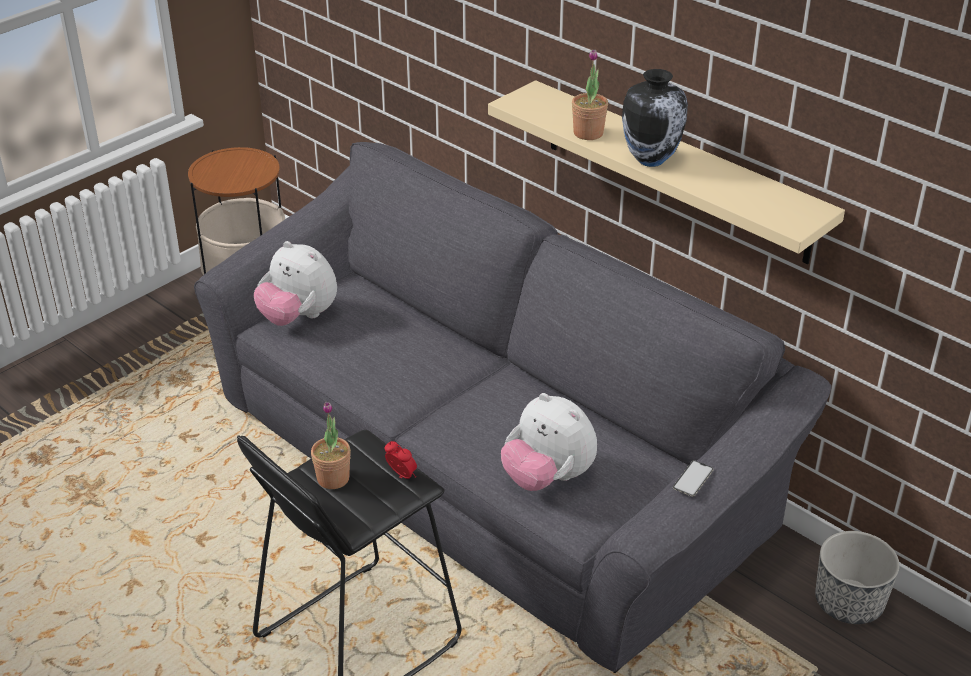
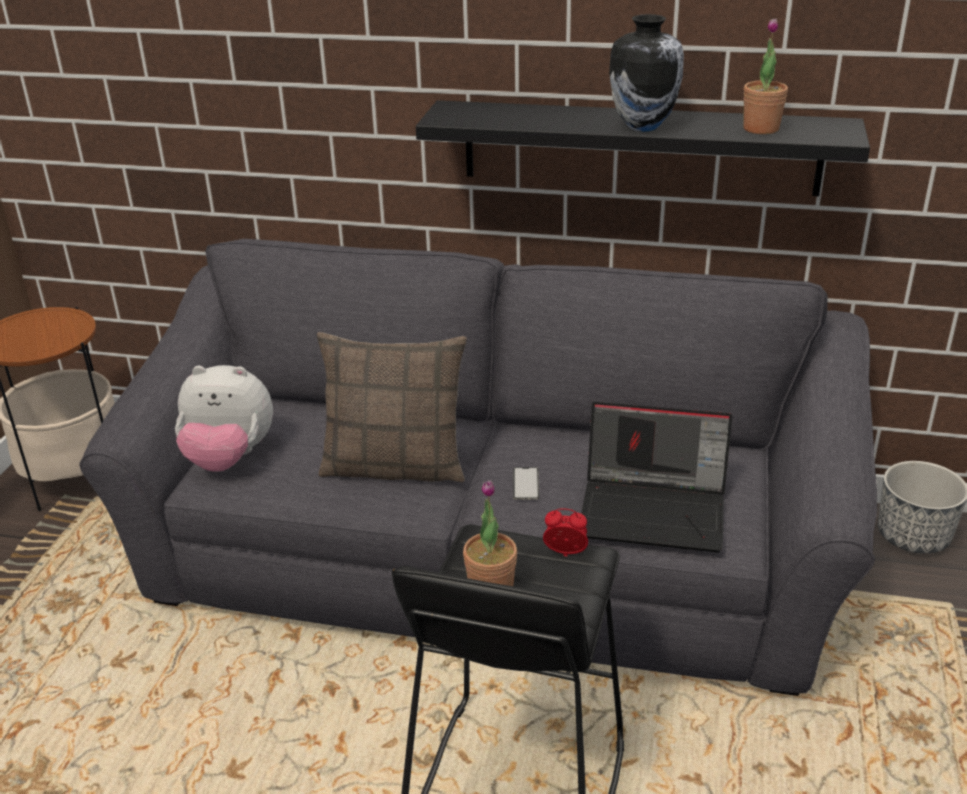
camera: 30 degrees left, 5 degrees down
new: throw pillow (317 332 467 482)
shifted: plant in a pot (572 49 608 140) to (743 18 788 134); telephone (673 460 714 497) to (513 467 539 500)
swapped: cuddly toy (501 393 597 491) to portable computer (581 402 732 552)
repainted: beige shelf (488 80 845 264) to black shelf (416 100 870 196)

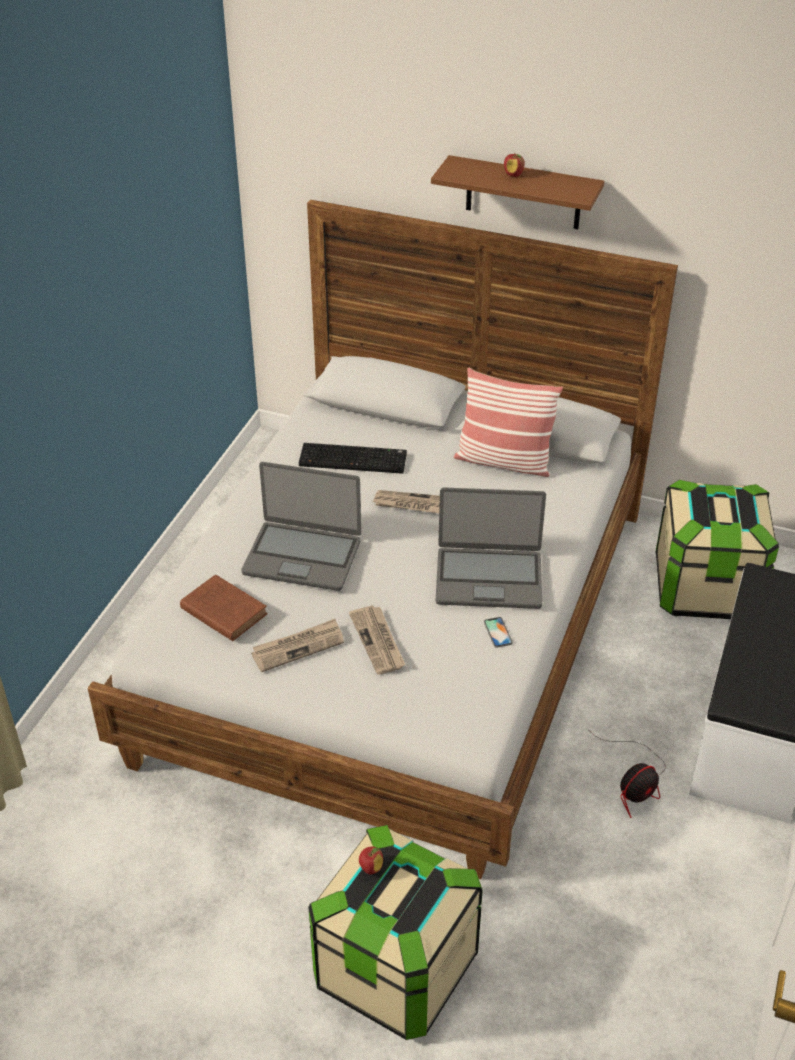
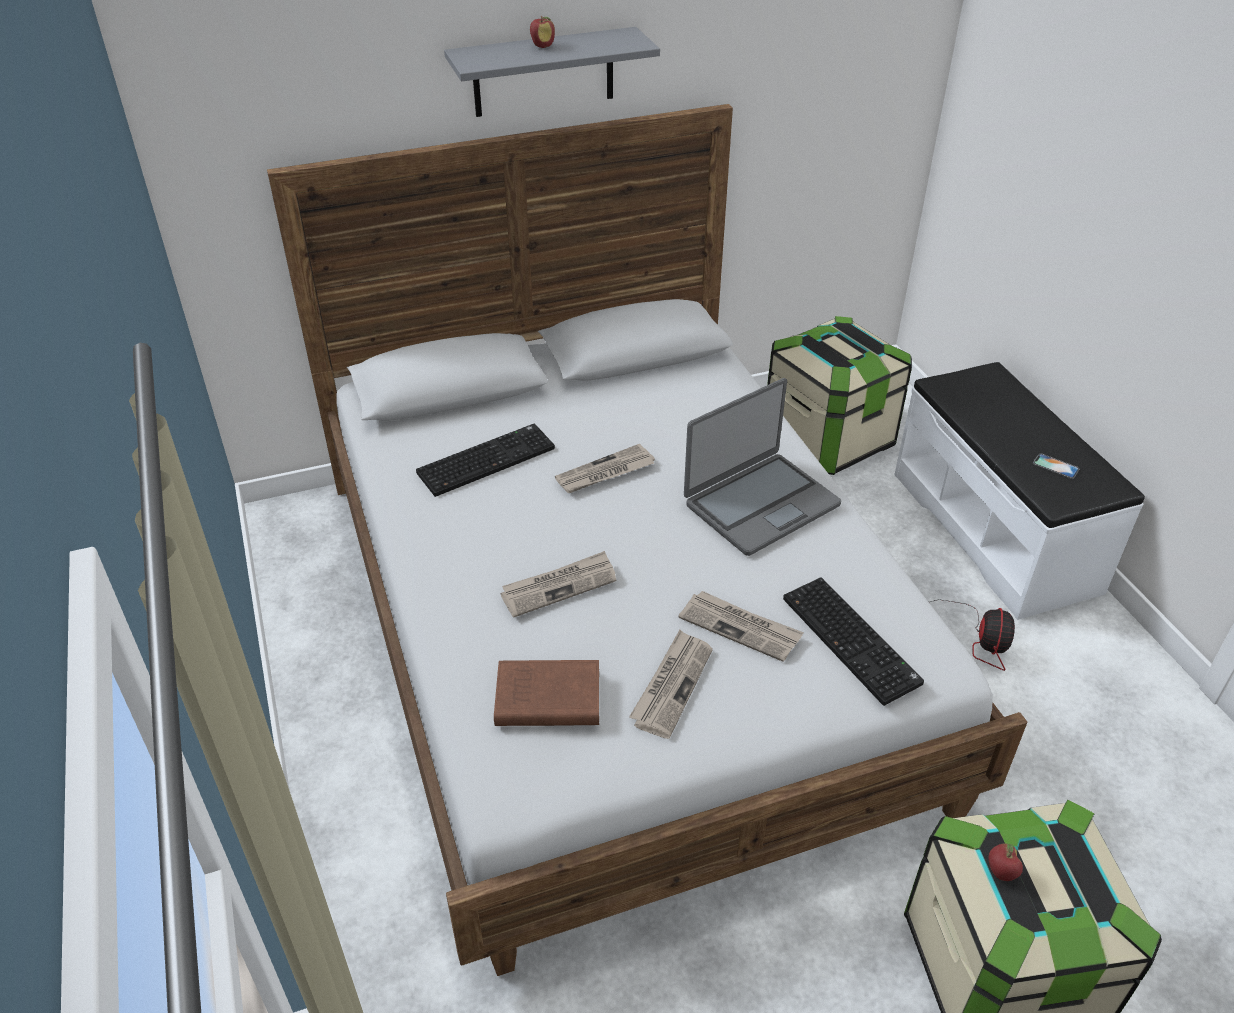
camera: 40 degrees left, 0 degrees up
gone: throw pillow (454 368 563 477)
new: keyboard (783 577 924 706)
shifted: telephone (484 617 513 647) to (1033 453 1080 479)
swapped: portable computer (241 462 361 591) to printed paper (500 551 616 618)
repainted: brown-coloured shelf (431 155 604 229) to greyish shelf (444 27 660 117)

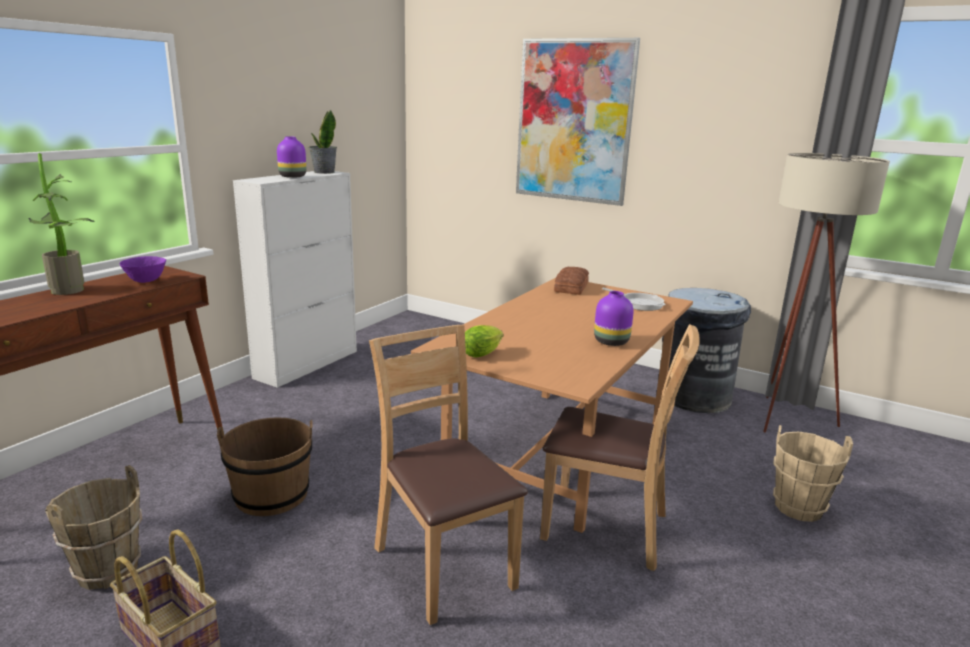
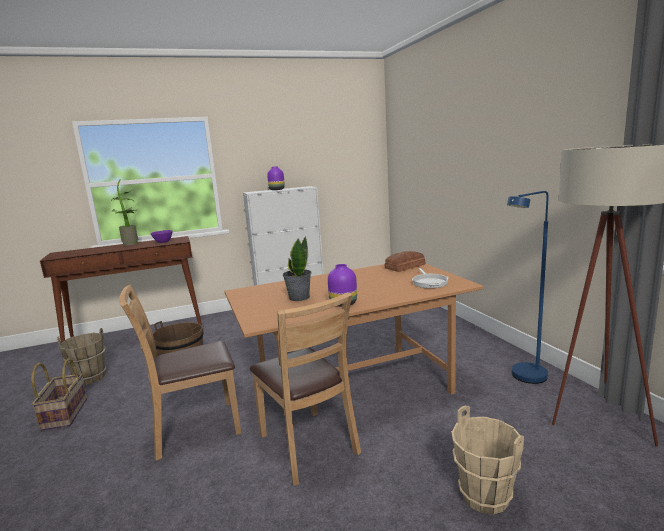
camera: 40 degrees right, 5 degrees down
gone: lettuce head (465 325 503 358); wall picture (516 38 640 206)
shifted: plant in a pot (309 110 337 174) to (283 236 311 301)
swapped: greyish rubbish bin (662 288 751 413) to blue standing lamp (507 191 549 384)
rotated: brown-coloured chair (369 325 528 625) = (119 285 241 461) 120 degrees counterclockwise

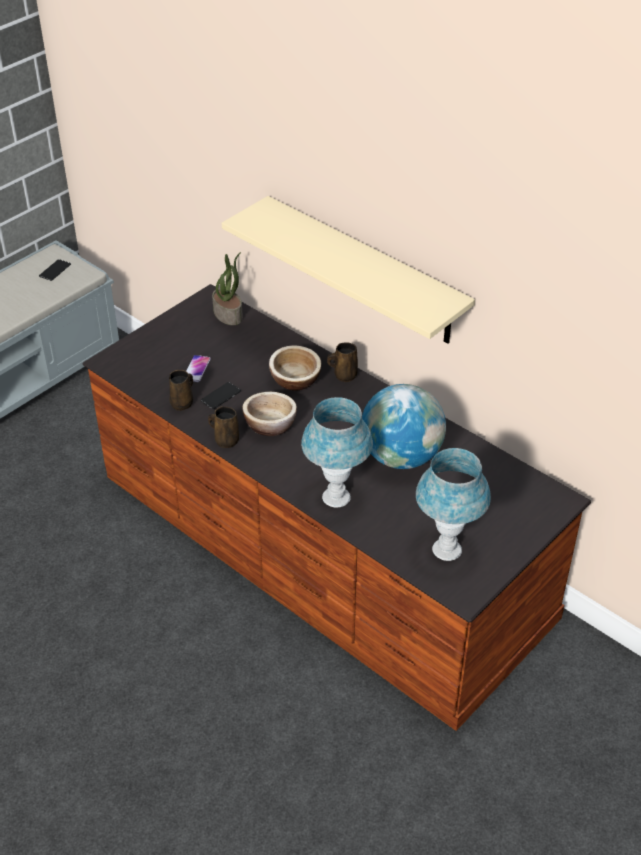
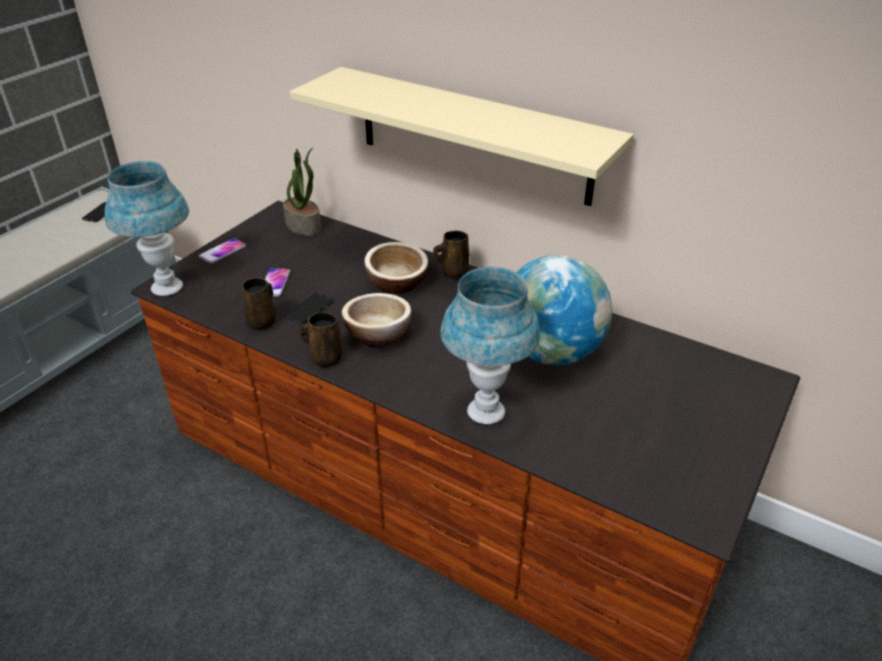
camera: 10 degrees left, 5 degrees down
new: telephone (199 238 246 263)
shifted: blue table lamp (416 448 491 561) to (105 161 189 296)

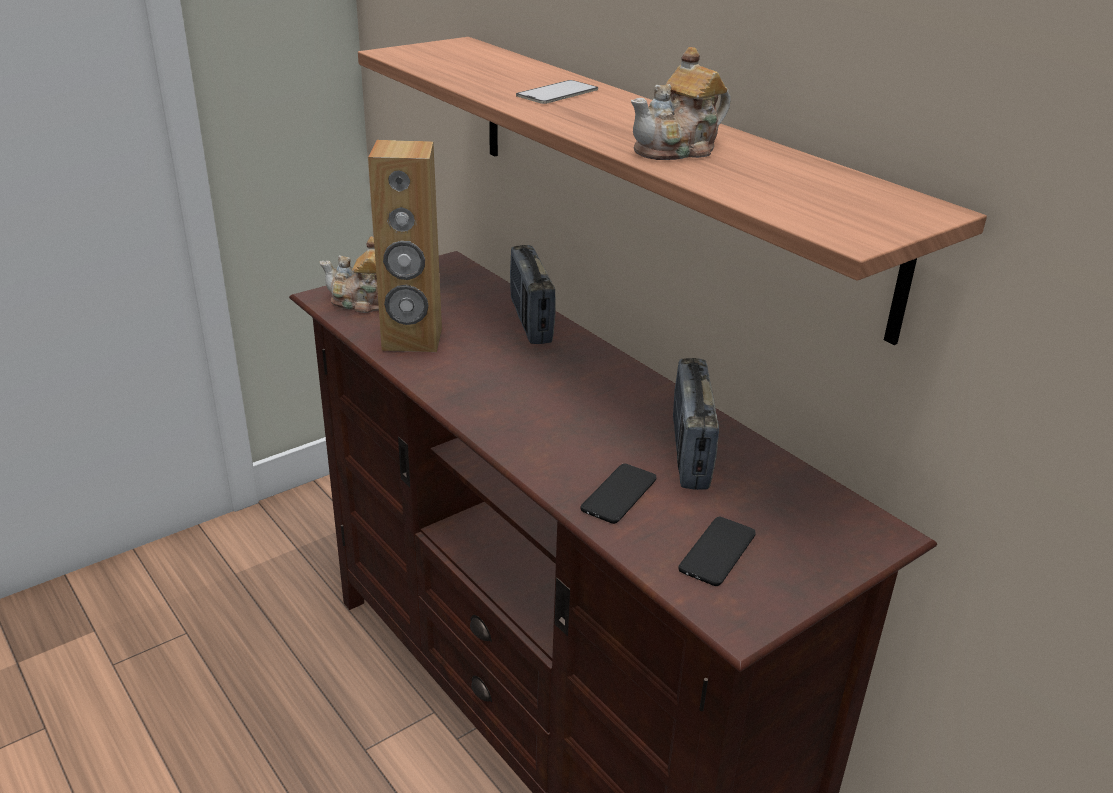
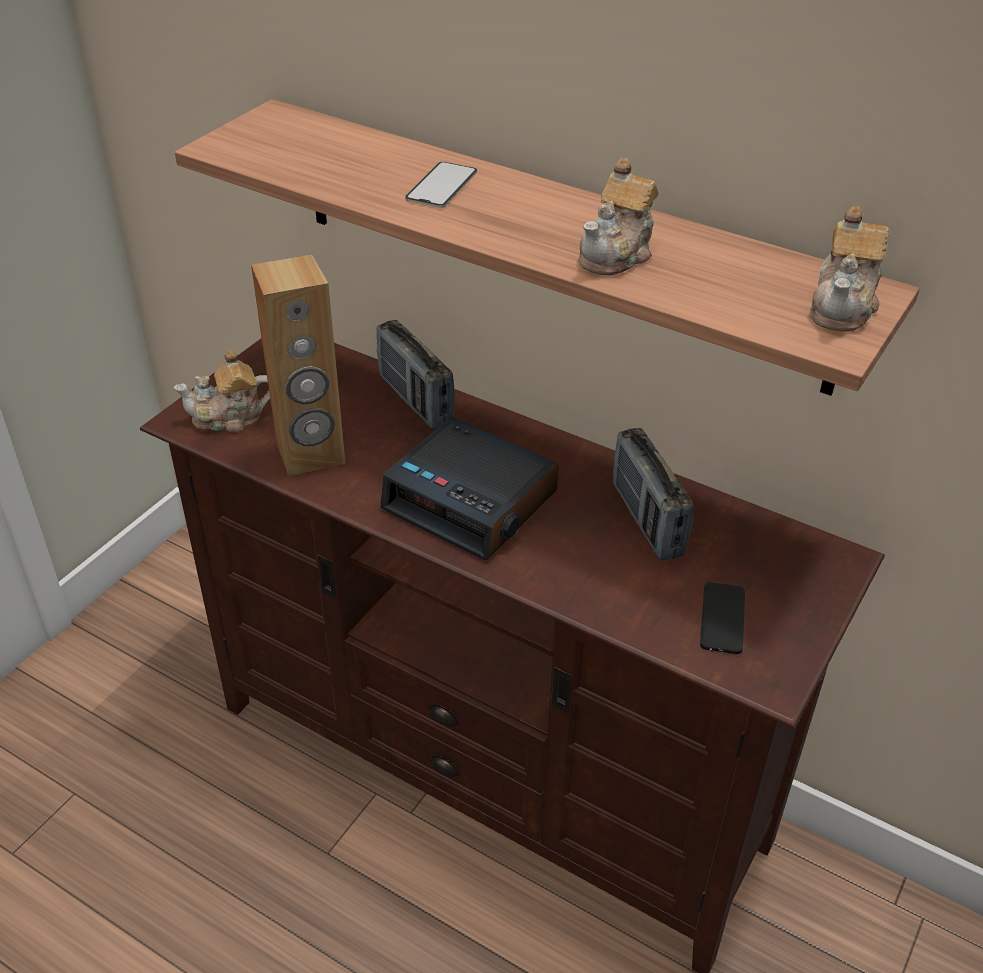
camera: 20 degrees left, 10 degrees up
gone: telephone (581 463 656 524)
new: alarm clock (380 417 559 561); tea pot (810 206 889 332)

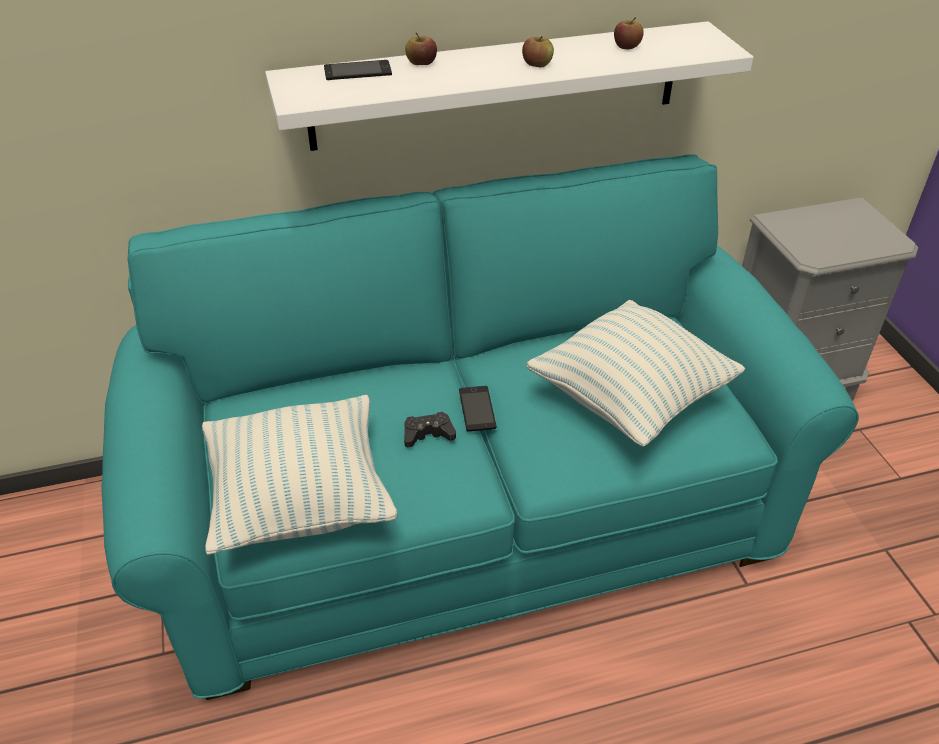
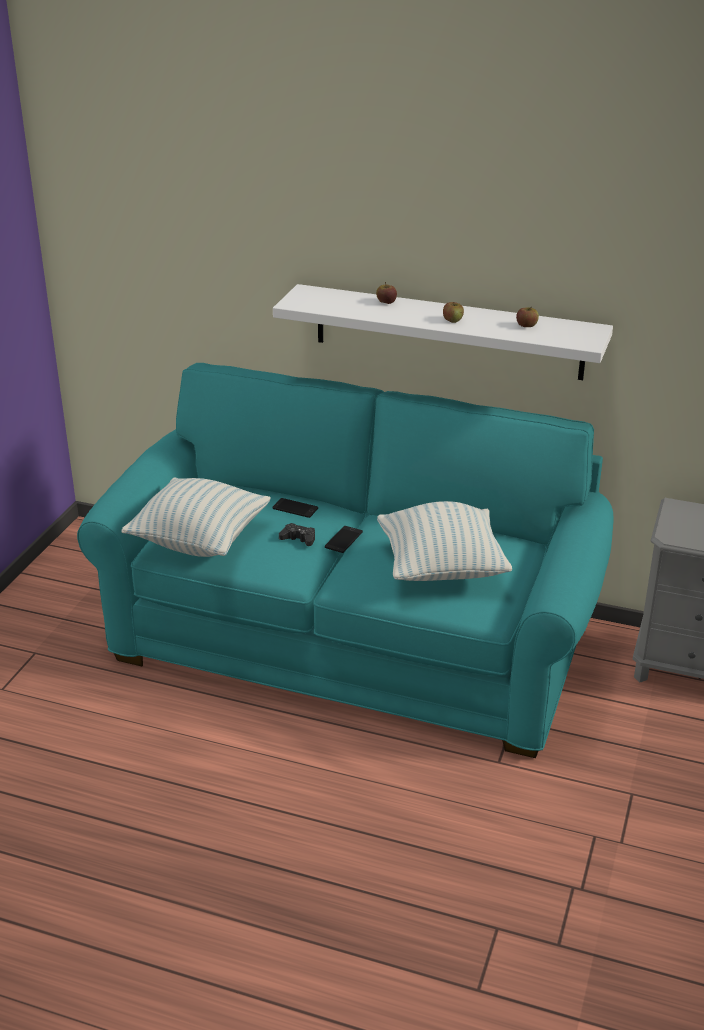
camera: 35 degrees right, 10 degrees down
shifted: telephone (324 60 392 80) to (272 498 318 518)

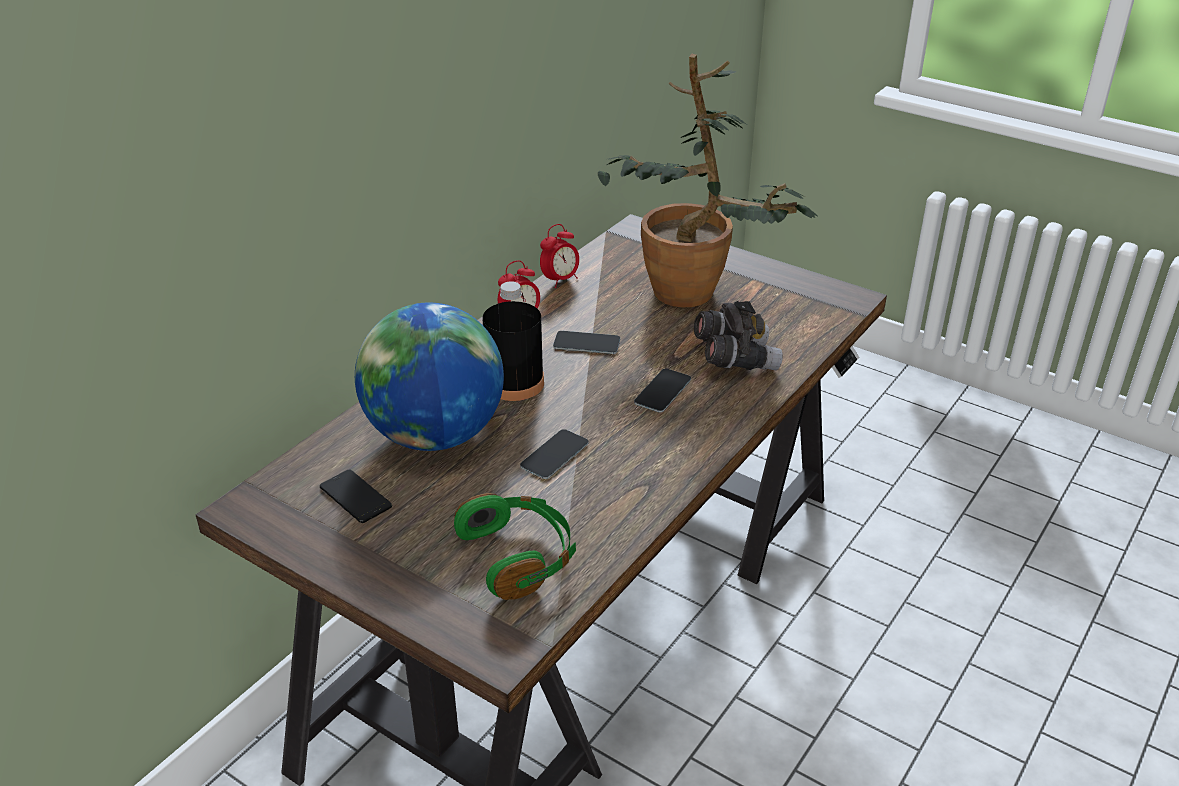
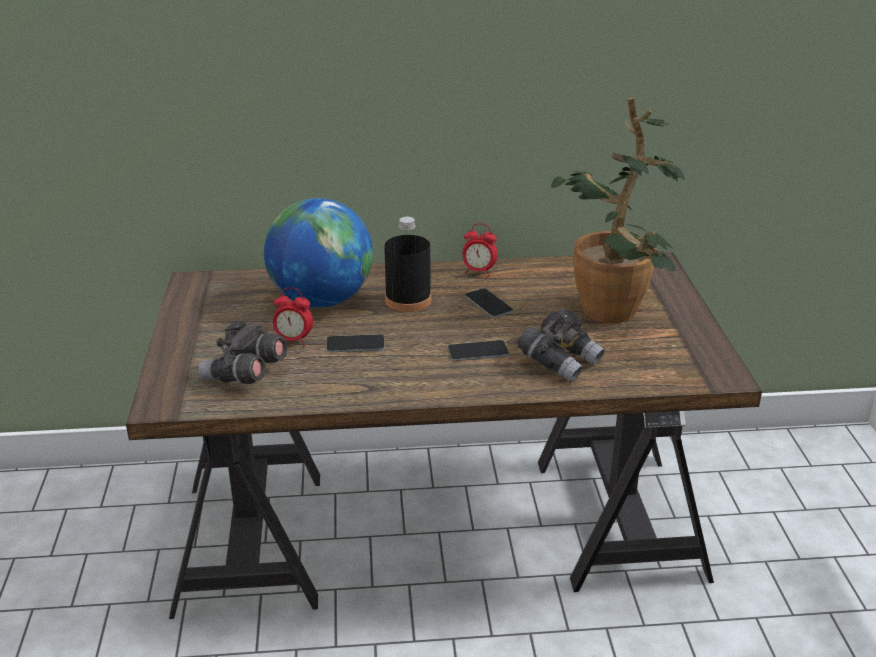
camera: 50 degrees right, 5 degrees down
gone: telephone (320 470 392 523)
shifted: alarm clock (540 224 579 288) to (273 288 313 346)
swapped: green-coloured headphones (454 493 576 600) to greyish binoculars (198 321 288 384)

